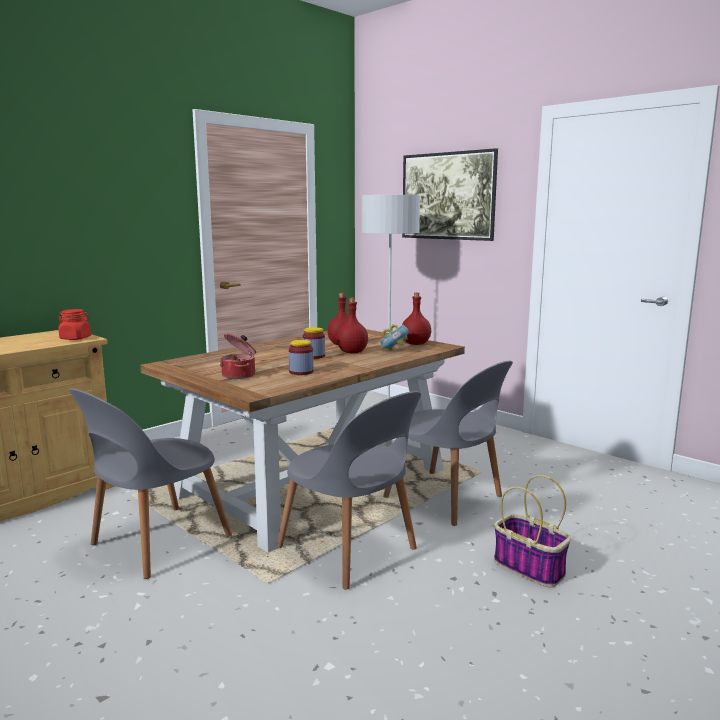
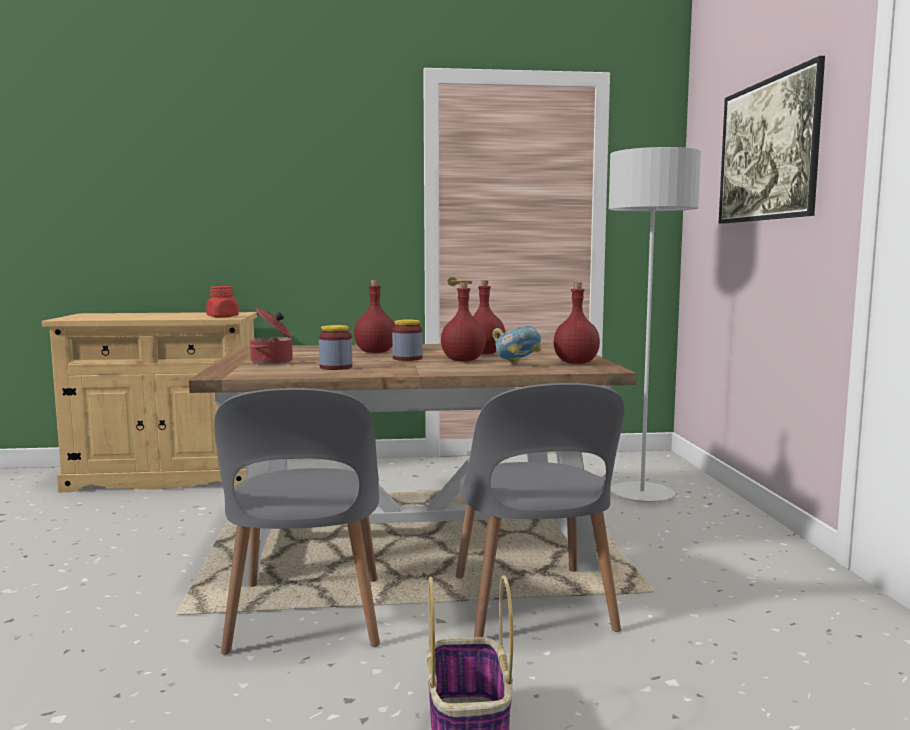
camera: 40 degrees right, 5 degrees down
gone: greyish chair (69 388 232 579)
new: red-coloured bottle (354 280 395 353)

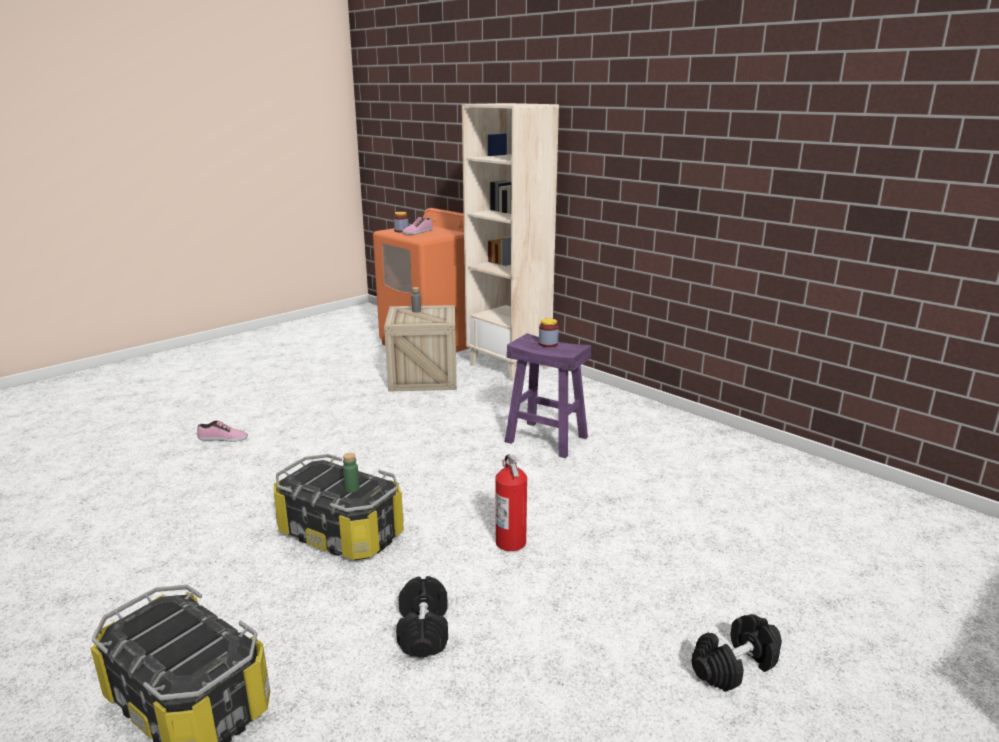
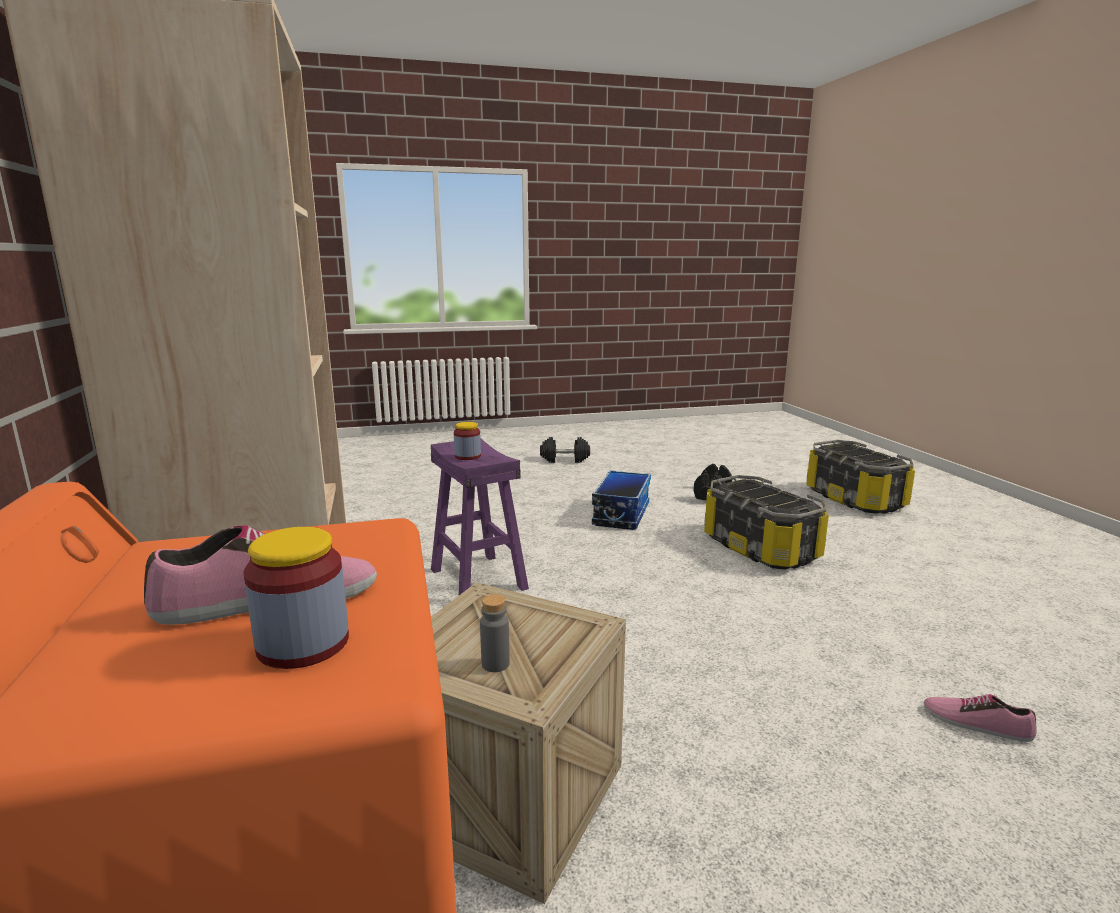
camera: 150 degrees left, 5 degrees down
gone: green-coloured bottle (343 453 359 493)
swapped: fire extinguisher (496 454 527 551) to storage bin (592 470 651 530)

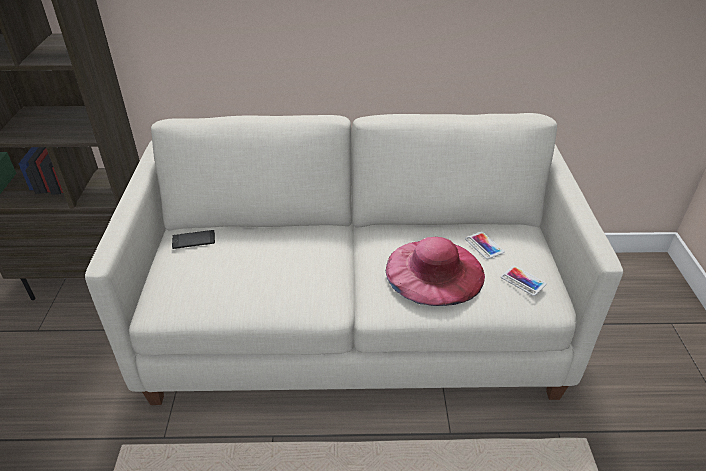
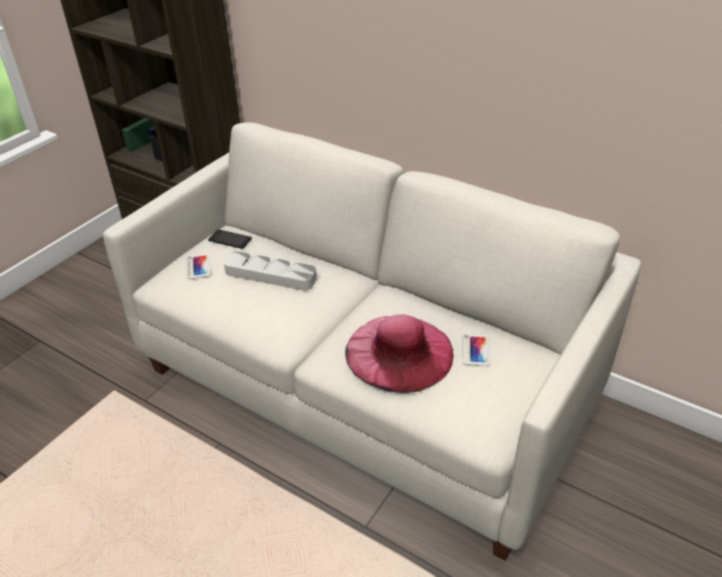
camera: 35 degrees right, 0 degrees up
new: greyish tray (224 251 317 291)
shifted: telephone (501 265 547 296) to (186 254 211 279)

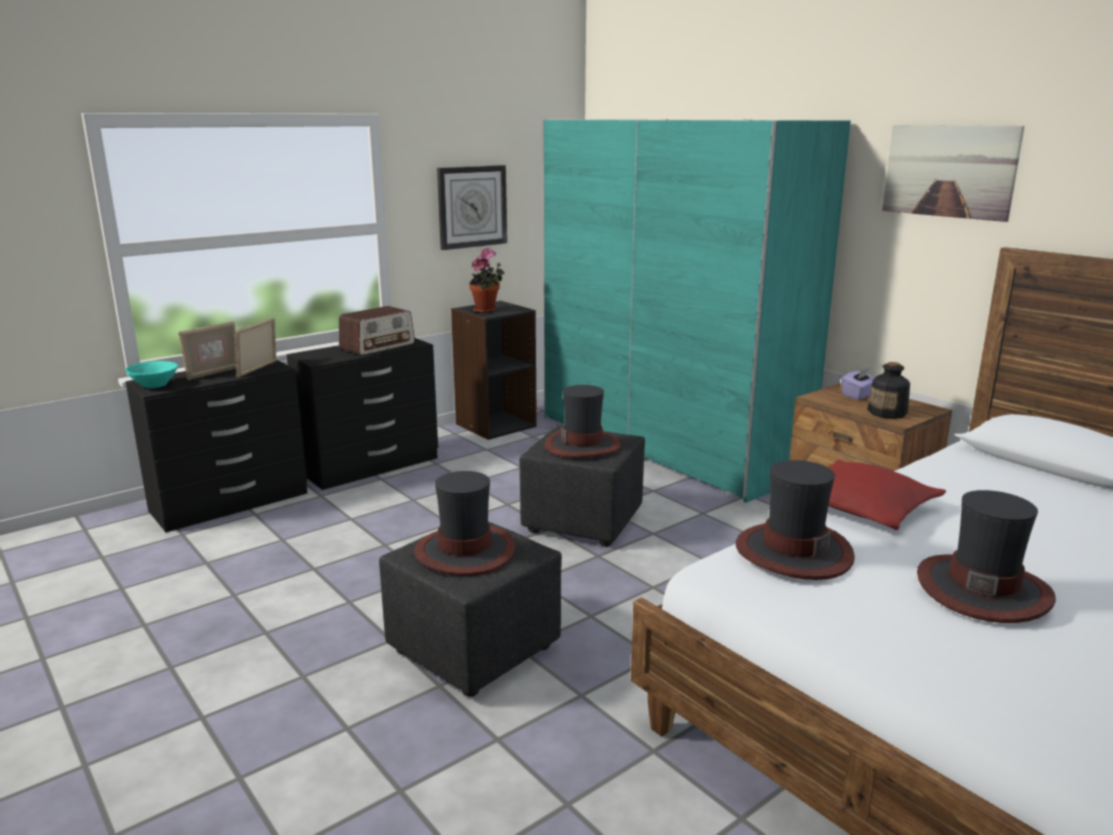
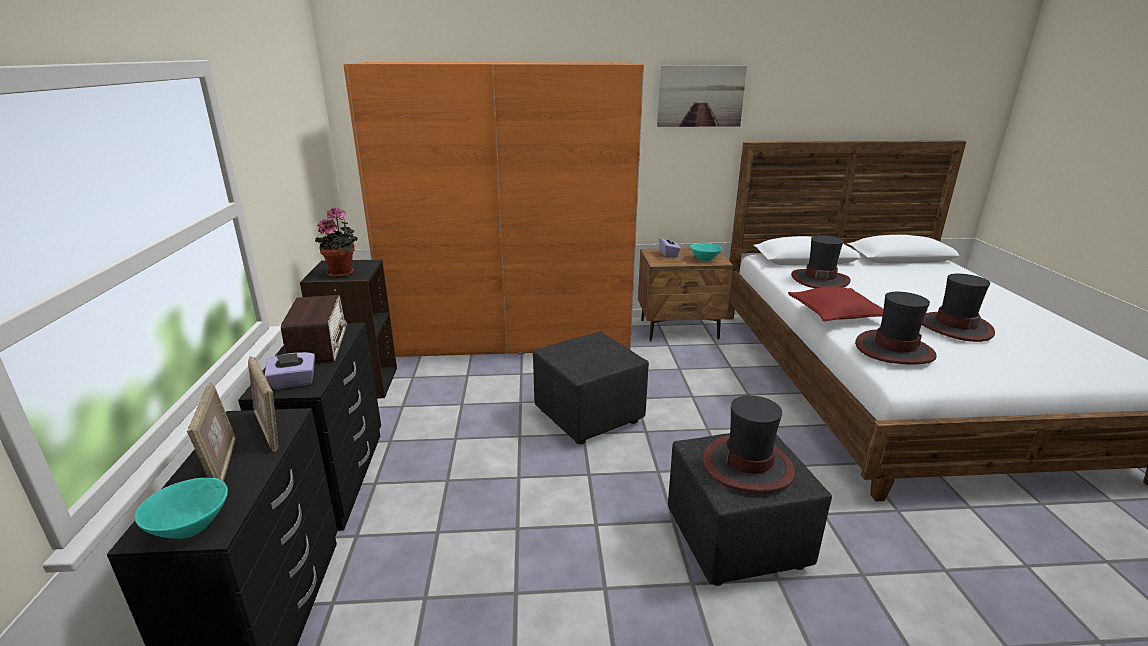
camera: 55 degrees left, 5 degrees up
gone: hanging clock (437 165 507 250)
new: purplish box of tissues (265 352 315 389)
shifted: clothing hat (545 385 621 458) to (791 236 851 288)
swapped: bottle (867 362 910 419) to blue-green serving bowl (690 243 722 261)
repainted: blue-green clothes cupboard (543 119 851 503) to orangey clothes cupboard (343 62 644 357)

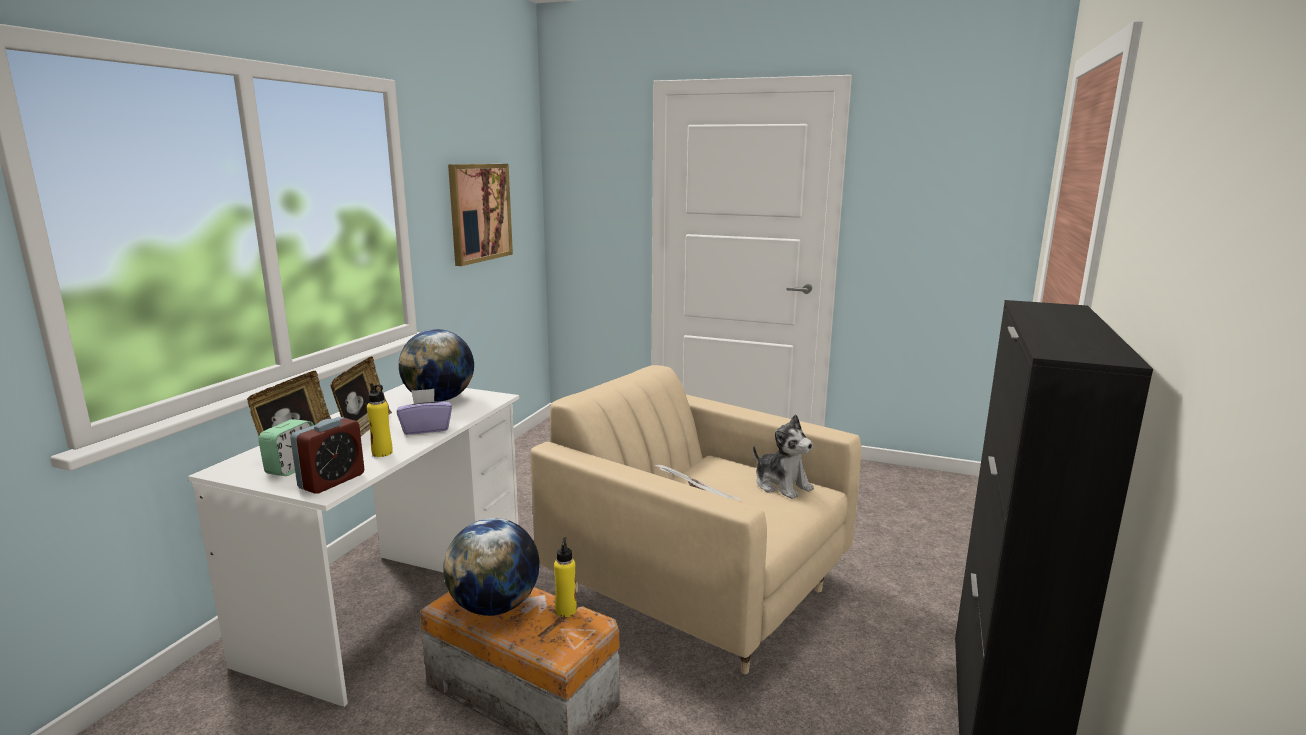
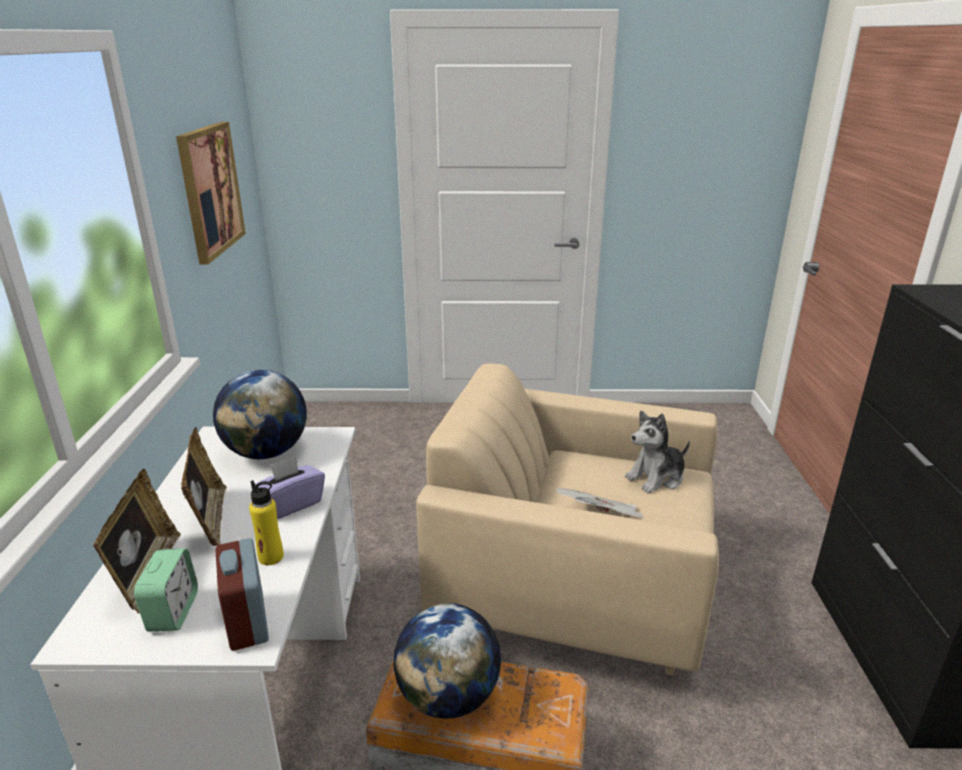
camera: 20 degrees left, 10 degrees up
gone: yellow bottle (554 537 577 617)
rotated: alarm clock (290 417 364 494) = (216 538 269 651) 150 degrees clockwise; cuddly toy (753 414 814 499) = (625 411 690 494) 120 degrees clockwise

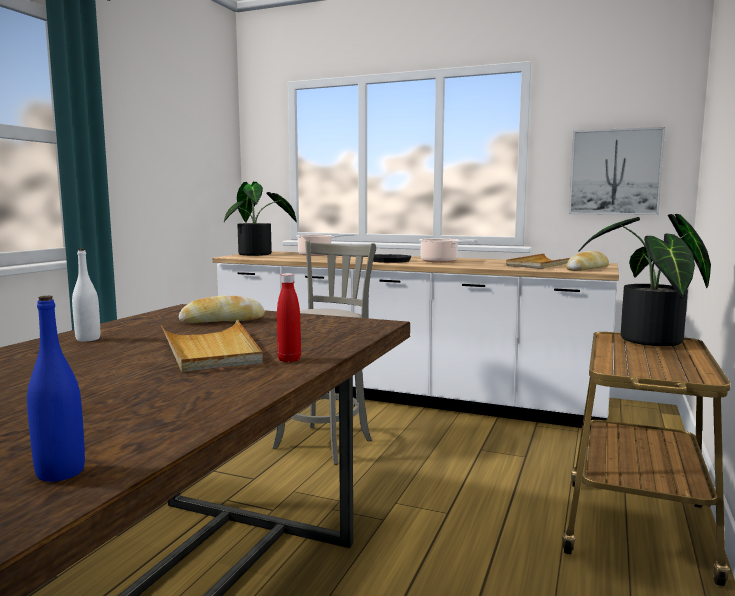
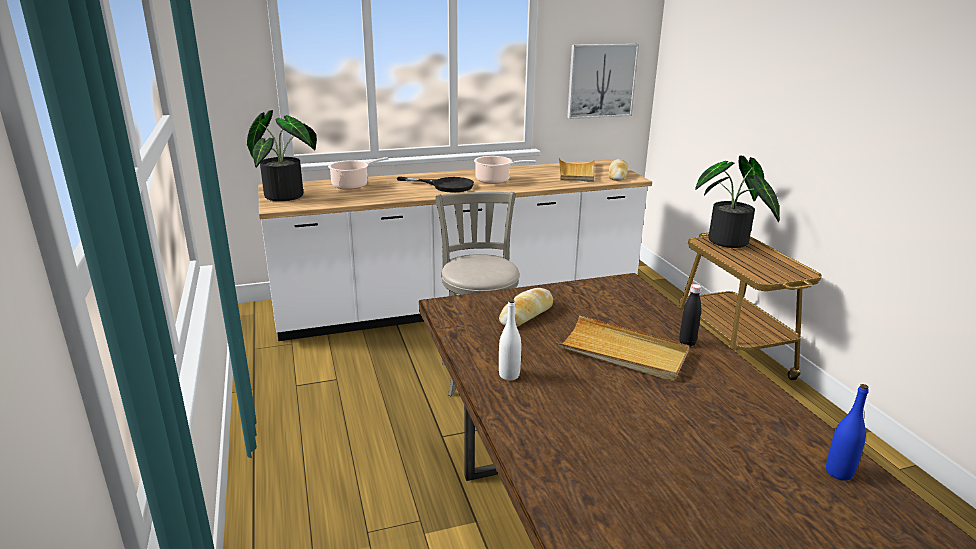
camera: 40 degrees left, 15 degrees up
repainted: red-coloured bottle (277 273 301 362) to black bottle (679 284 701 347)

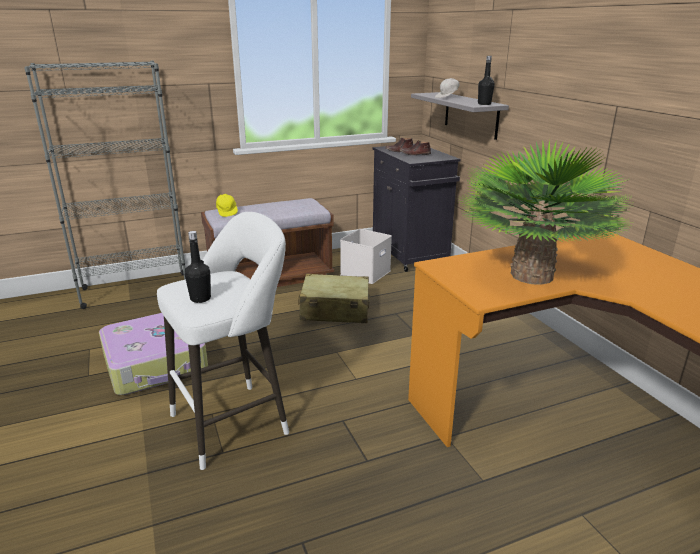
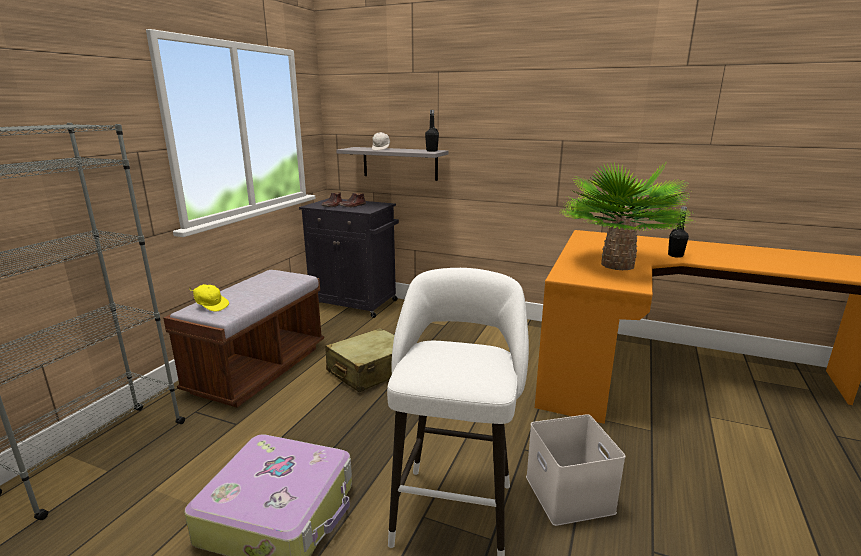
camera: 45 degrees left, 5 degrees down
shifted: black bottle (184 231 211 303) to (668 206 689 258); whitish storage bin (340 229 392 284) to (526 414 626 526)

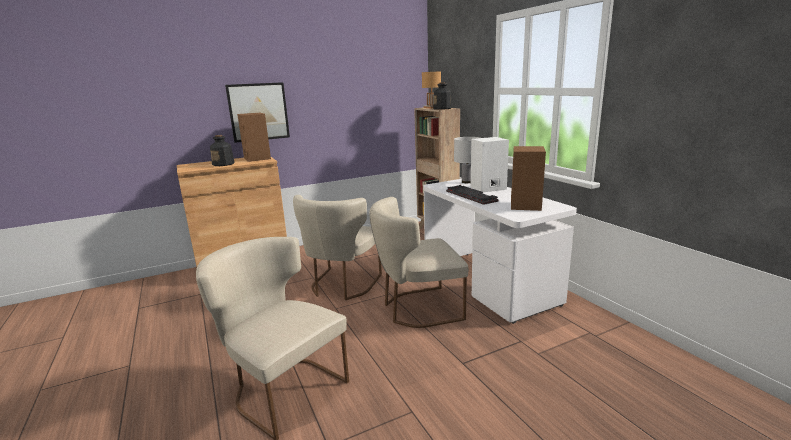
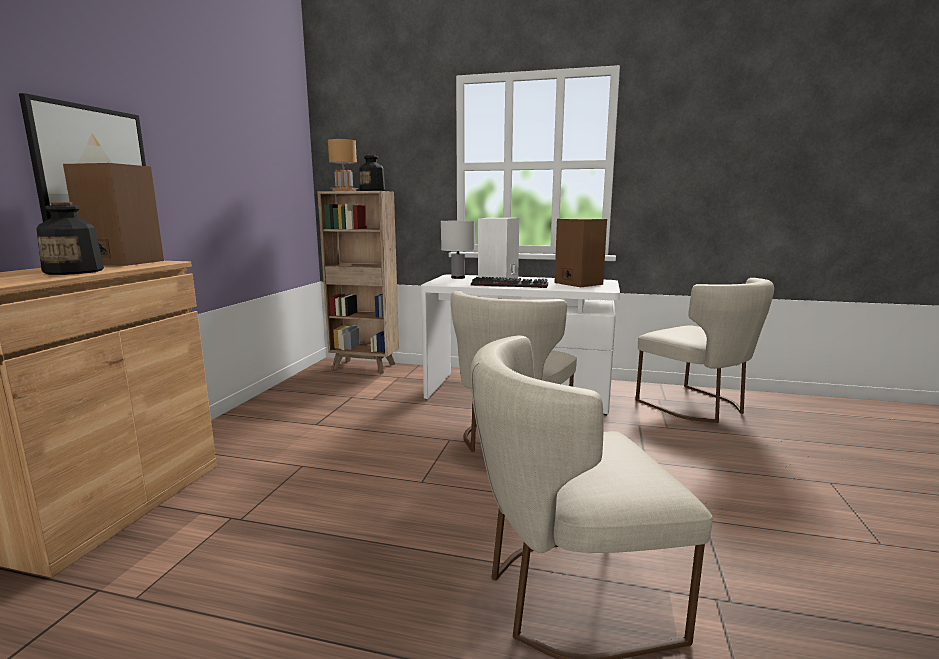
camera: 50 degrees left, 5 degrees down
shifted: beige chair (293 195 382 300) to (635 278 774 423)

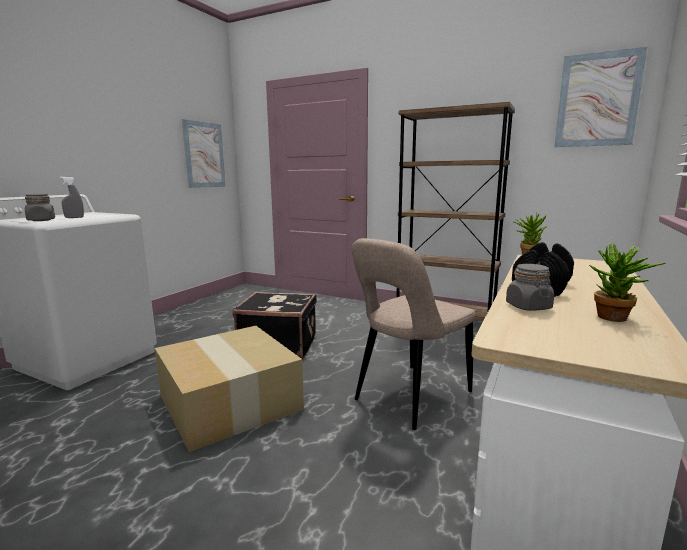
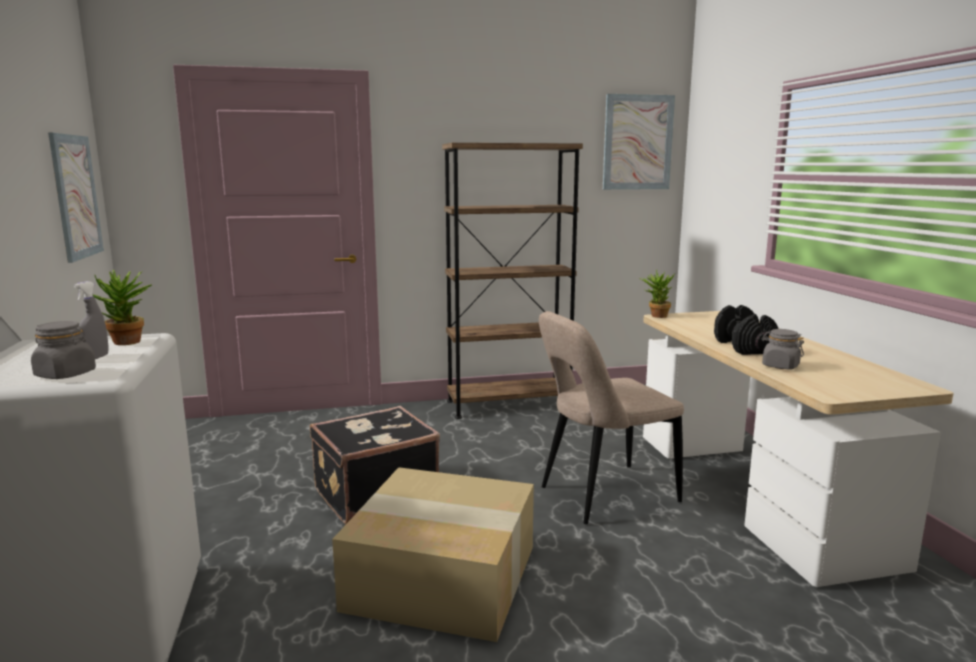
camera: 40 degrees left, 0 degrees up
shifted: plant in a pot (589 242 665 322) to (92 270 152 345)
rotated: beige chair (352 238 475 430) = (539 311 684 524) 60 degrees clockwise

